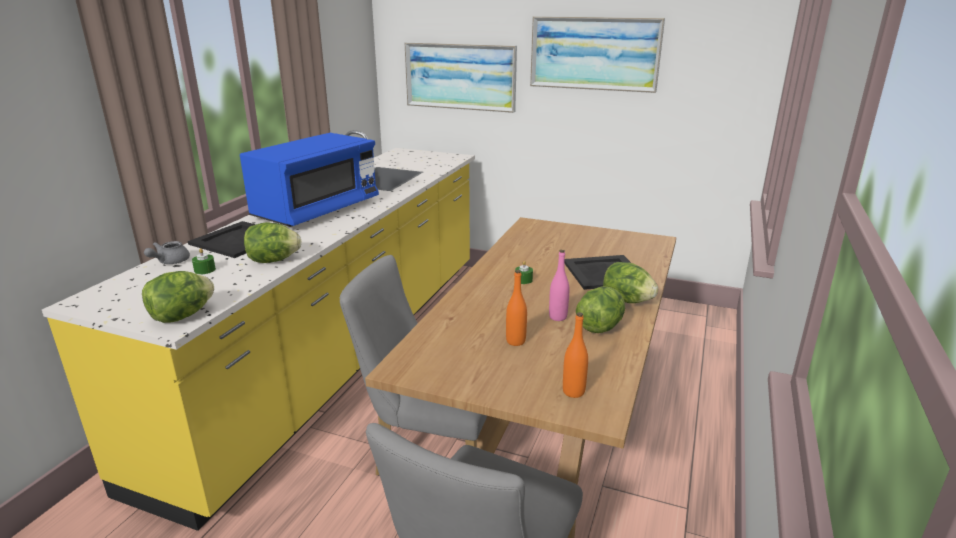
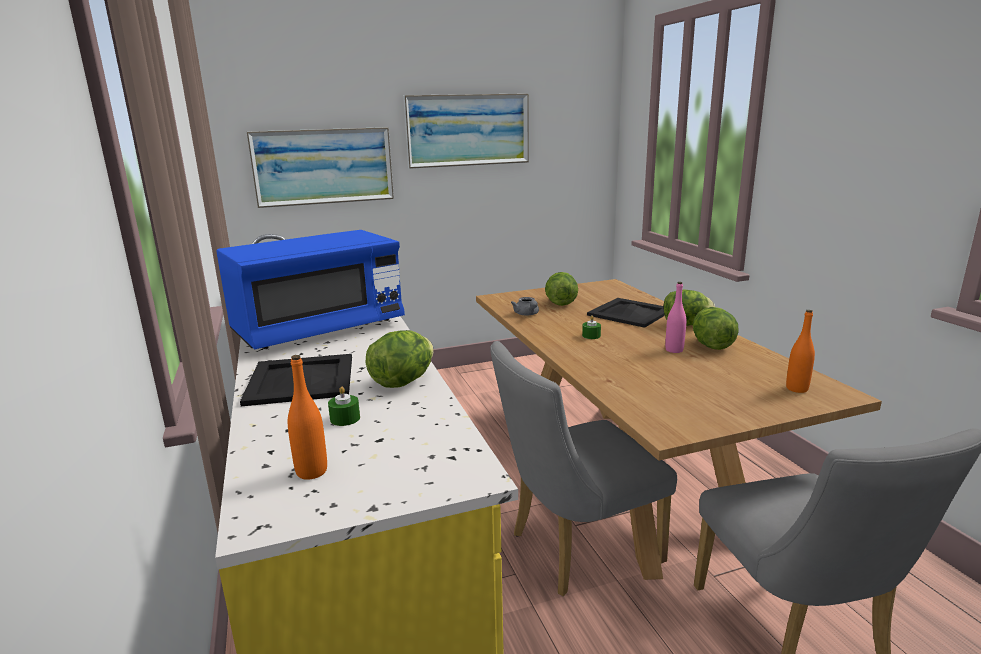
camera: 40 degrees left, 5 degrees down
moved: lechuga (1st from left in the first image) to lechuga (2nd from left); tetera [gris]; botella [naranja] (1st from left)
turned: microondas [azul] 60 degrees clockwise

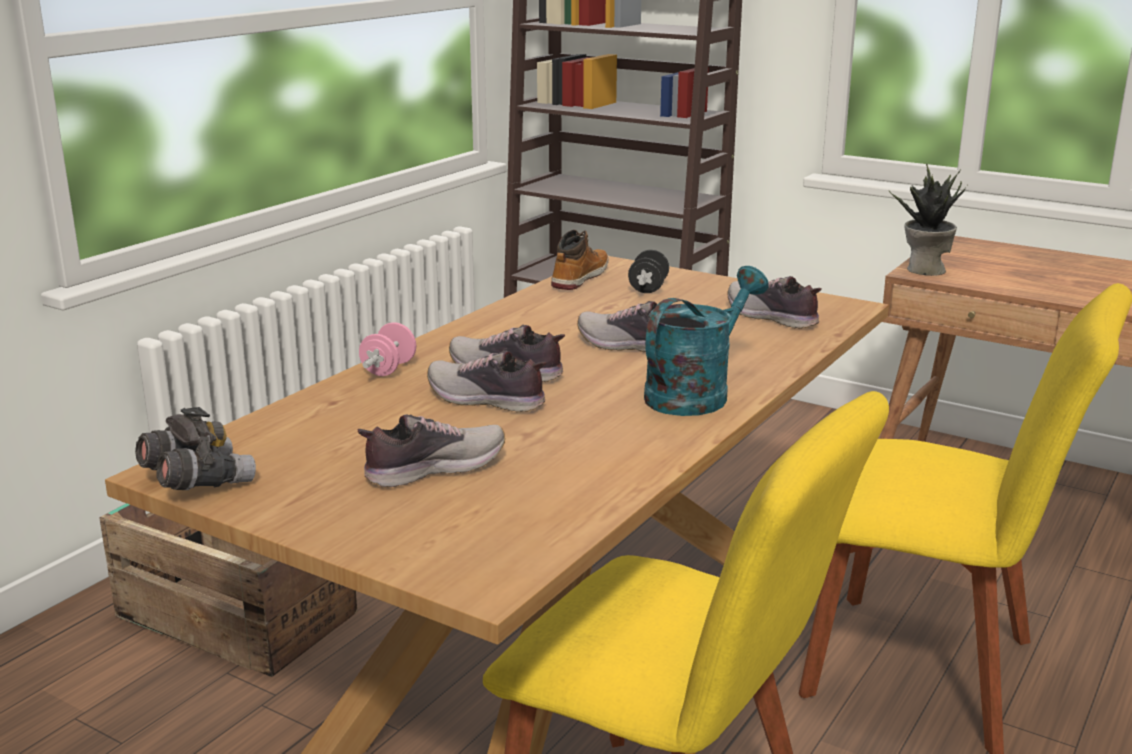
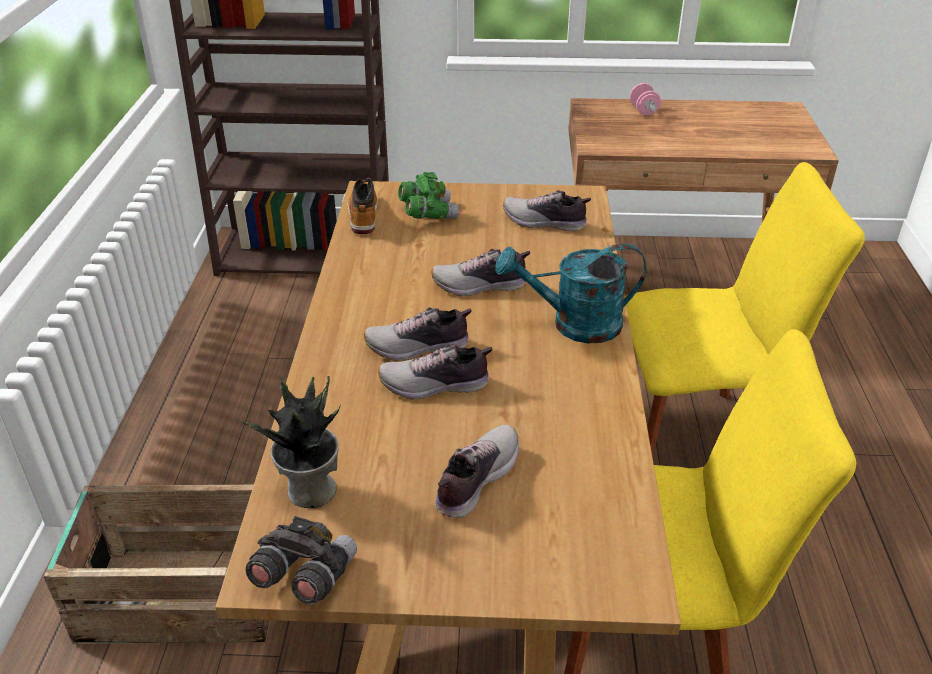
camera: 30 degrees left, 15 degrees up
moved: mancuerna [rosa]; planta en maceta
replaced: mancuerna [negro] to prismáticos [verde]
turned: regadera [turquesa] 105 degrees counterclockwise

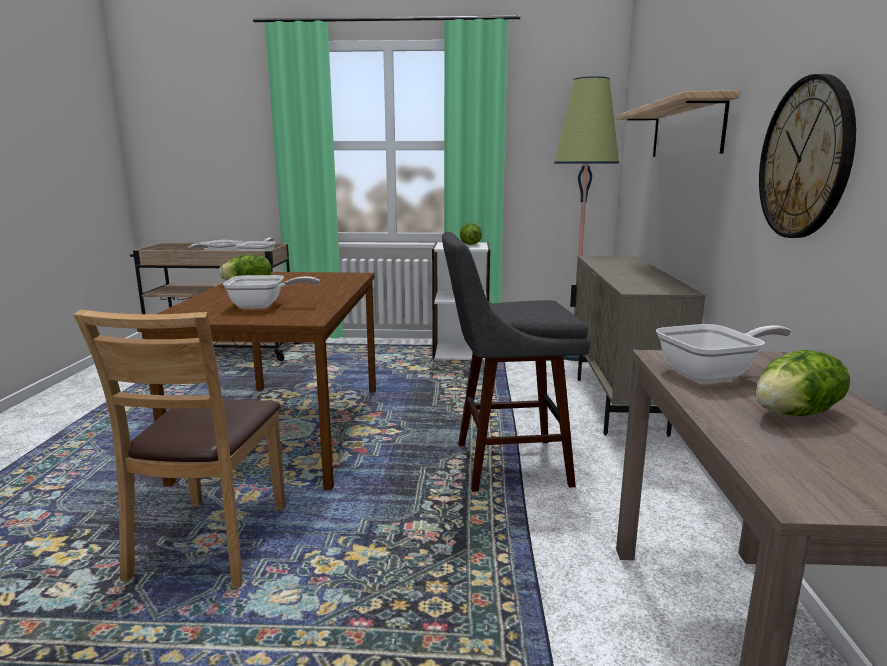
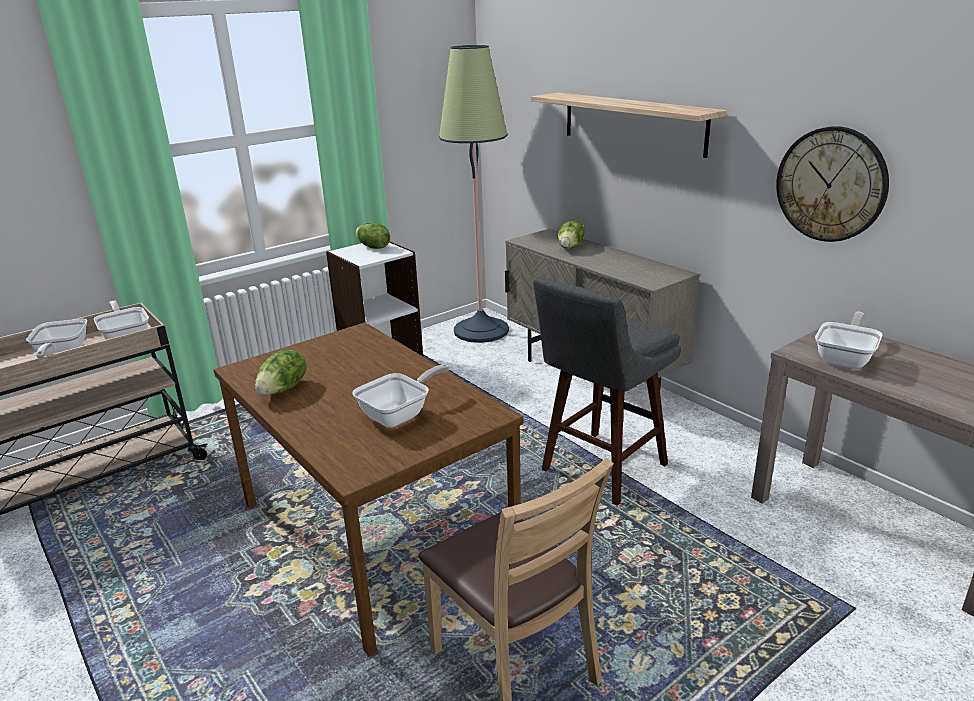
camera: 40 degrees left, 10 degrees up
moved: lechuga (3rd from left)

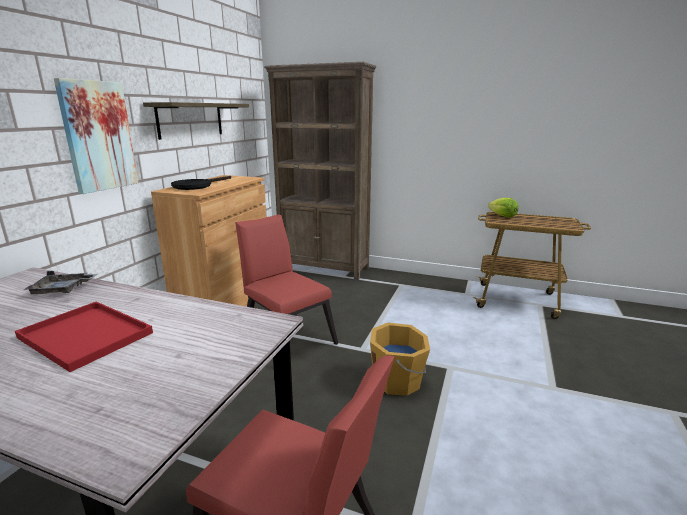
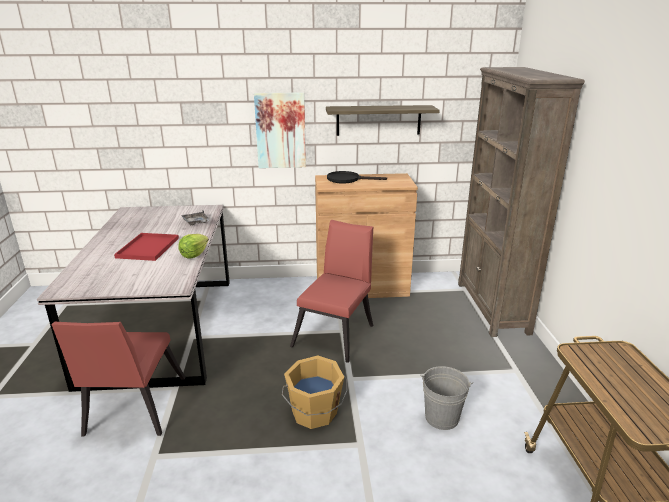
camera: 65 degrees right, 5 degrees up
added: cubo [gris]
moved: lechuga

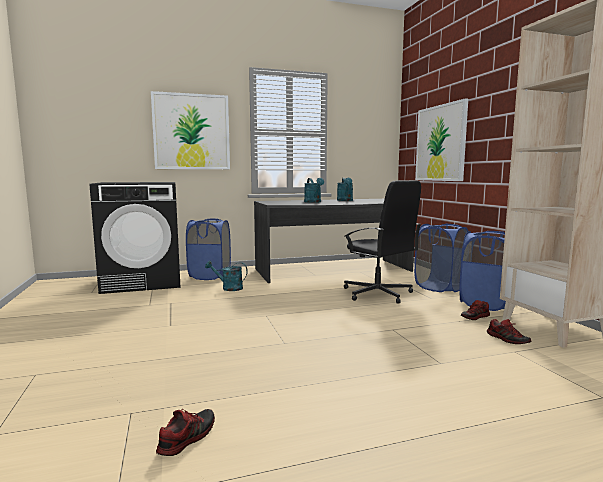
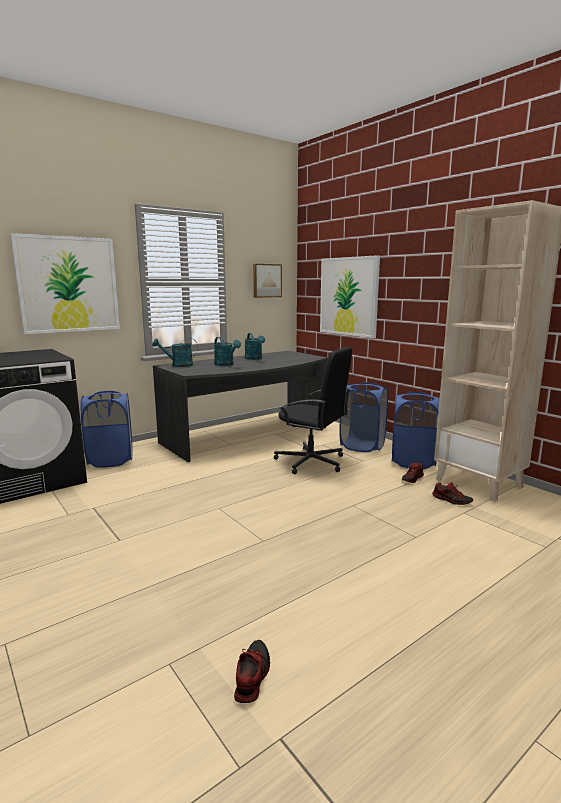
camera: 20 degrees left, 5 degrees up
added: cuadro (2nd from left)
moved: regadera [turquesa] (1st from left)

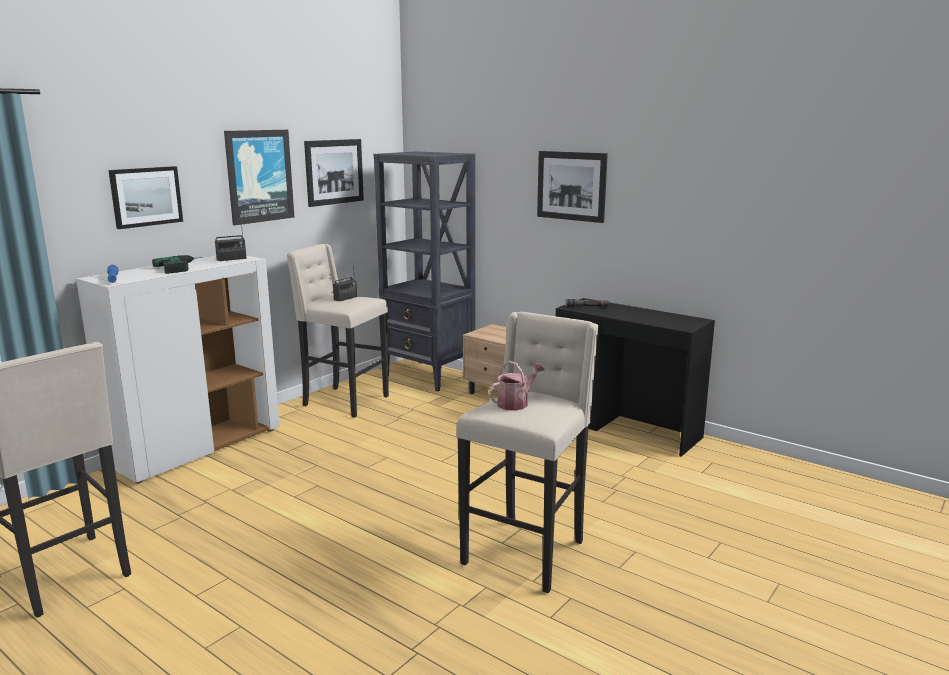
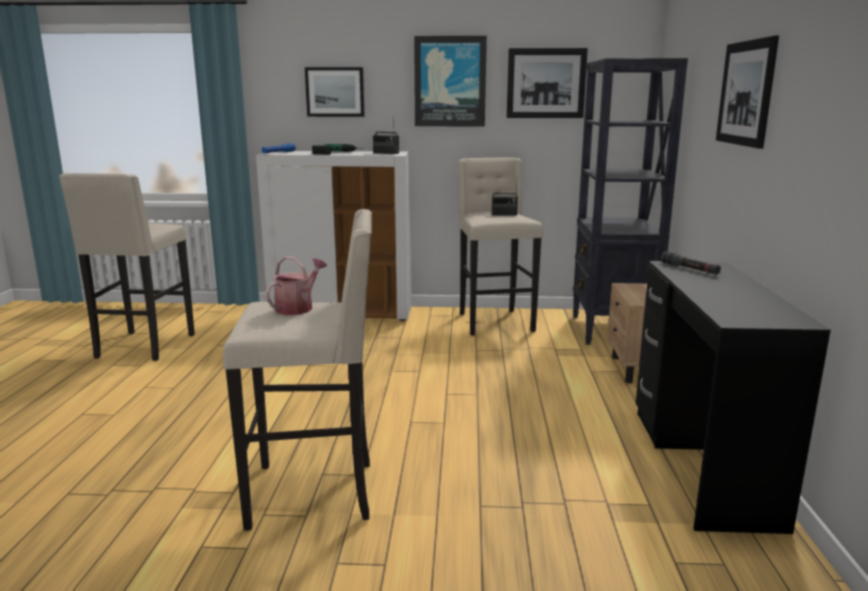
camera: 55 degrees right, 0 degrees up
turned: regadera 75 degrees counterclockwise

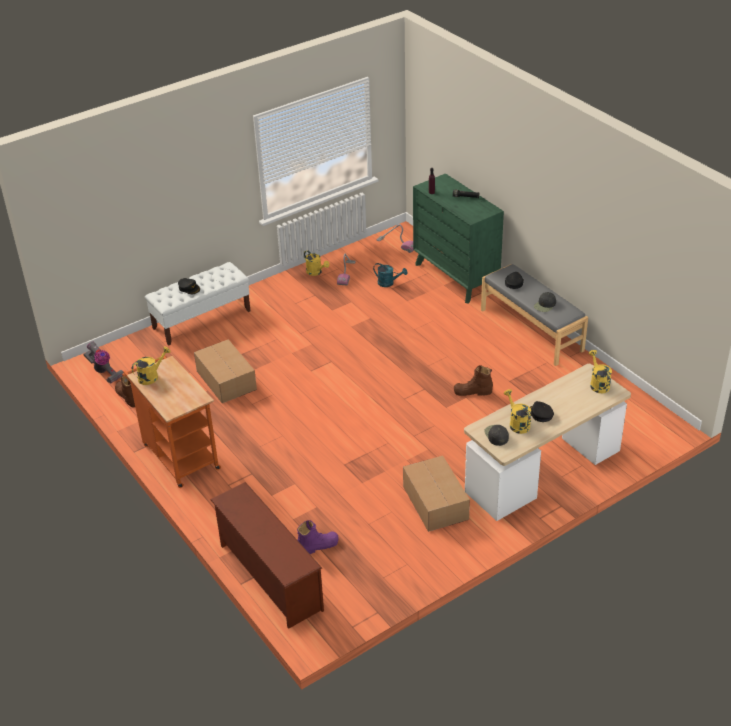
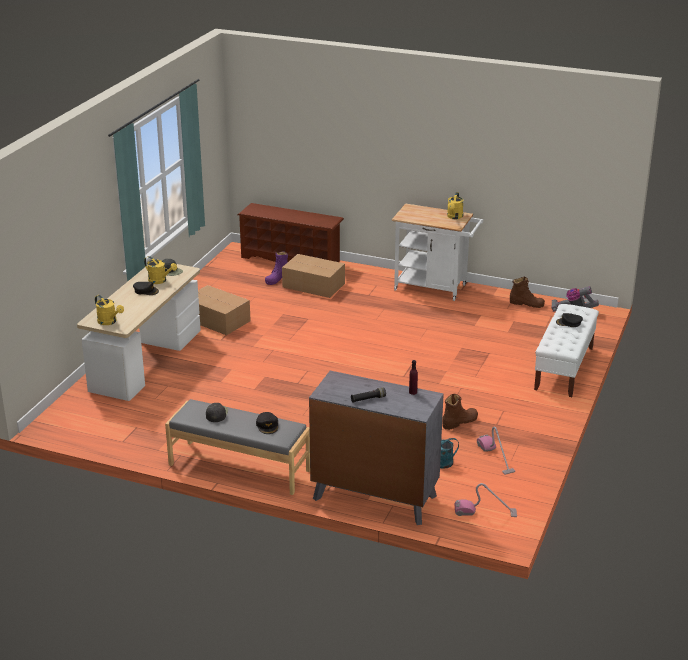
camera: 145 degrees right, 10 degrees down
removed: regadera [amarillo] (2nd from left)
moved: caja de cartón (1st from left in the first image) to caja de cartón (2nd from left); bota [marrón] (2nd from left in the first image) to bota [marrón] (1st from left)
recoloured: carrito [naranja] to carrito [blanco]; cómoda [verde] to cómoda [gris]

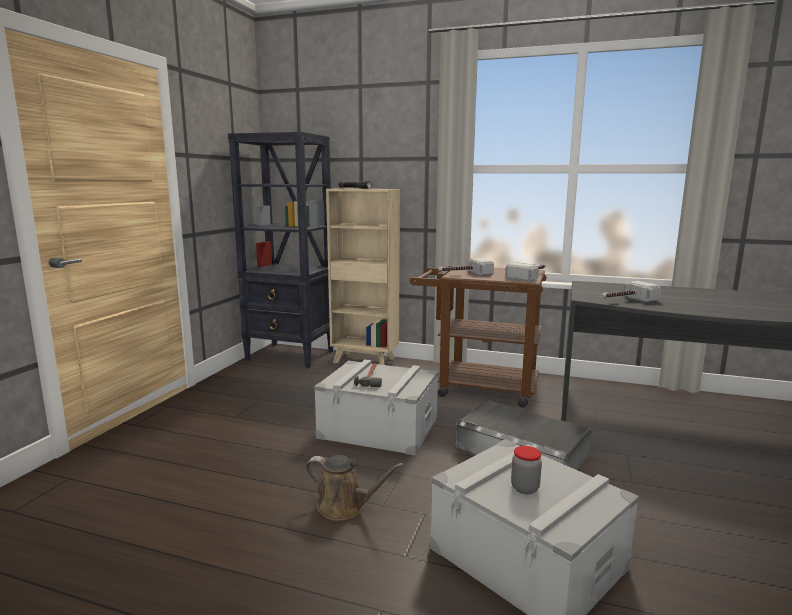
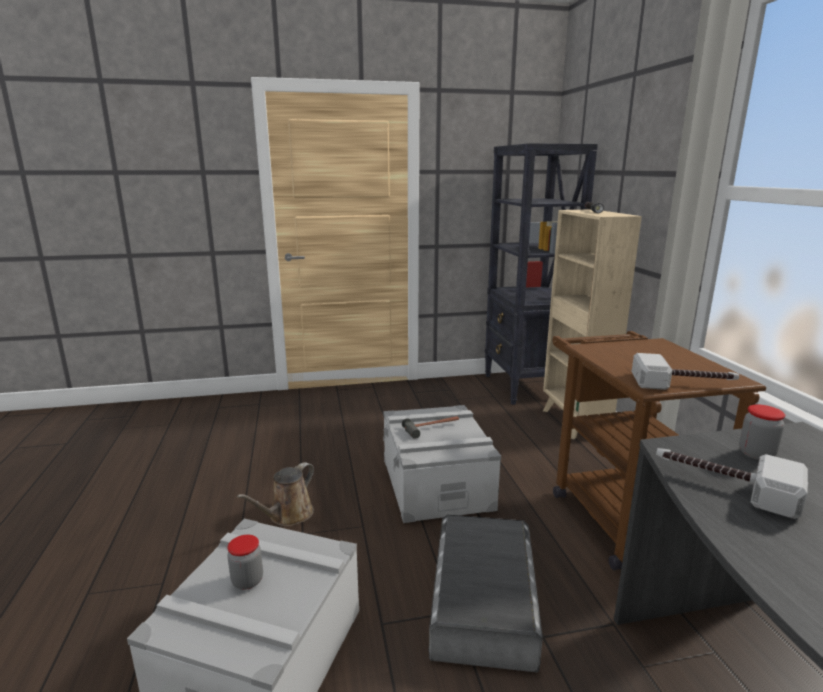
camera: 60 degrees right, 5 degrees up
removed: martillo (2nd from left)
added: tarro (2nd from left)
turned: regadera [marrón] 45 degrees clockwise

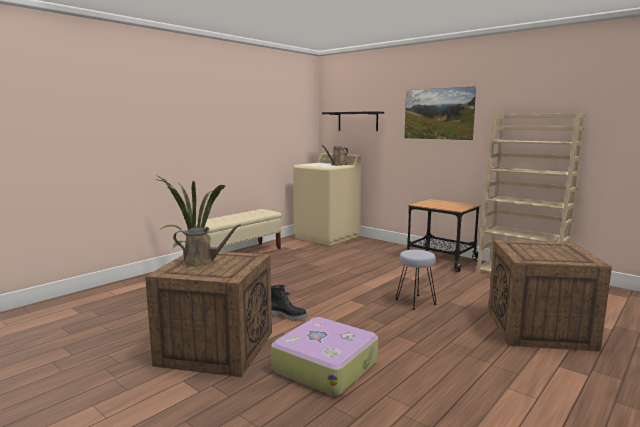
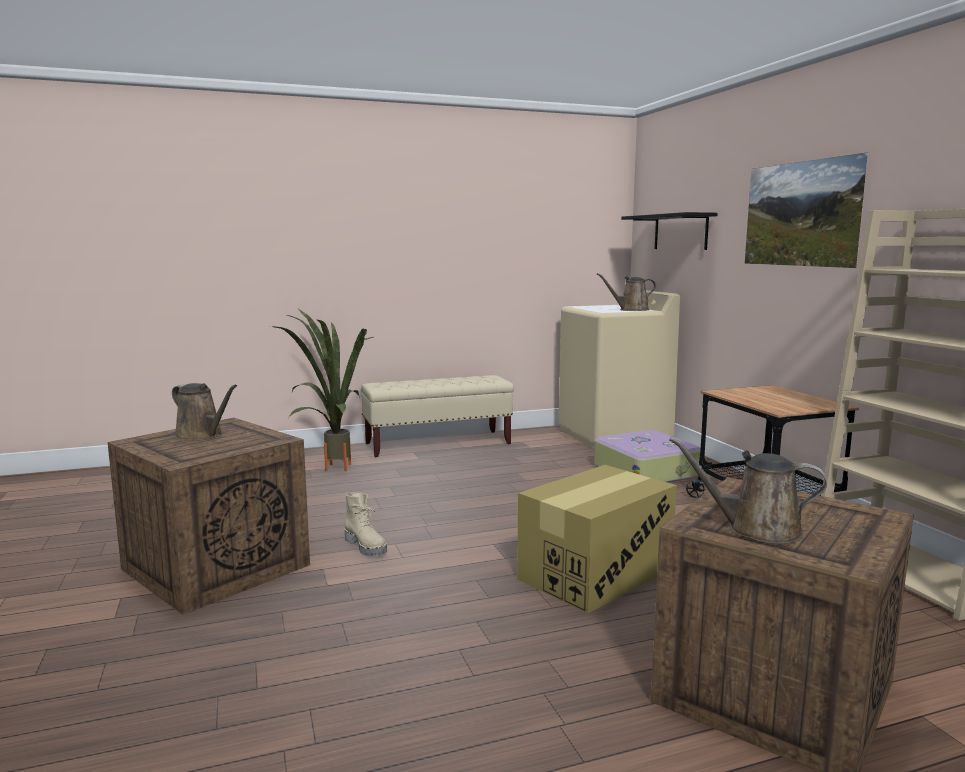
camera: 30 degrees right, 0 degrees up
added: regadera [marrón] (3rd from left)
moved: maleta
replaced: taburete [gris] to caja de cartón
recoloured: bota [negro] to bota [beis]

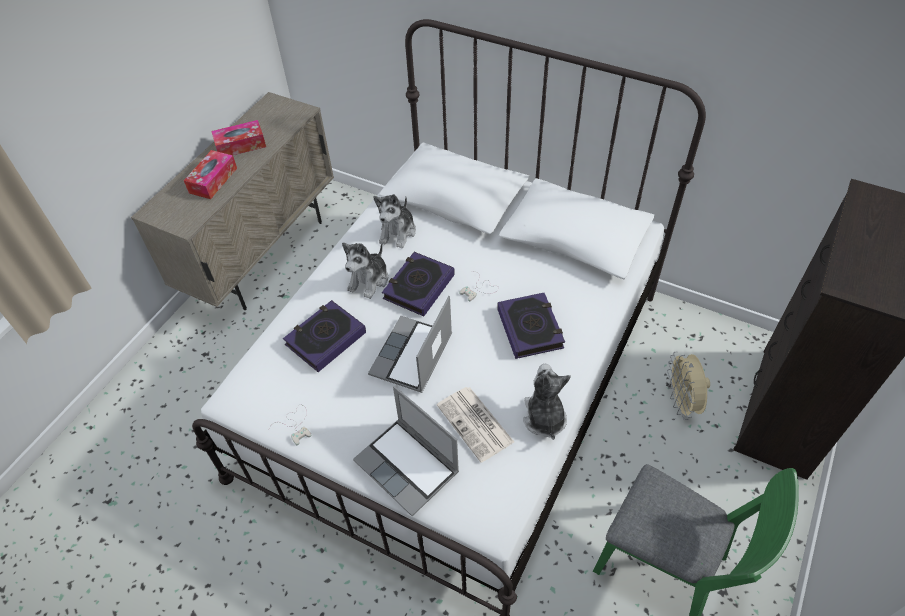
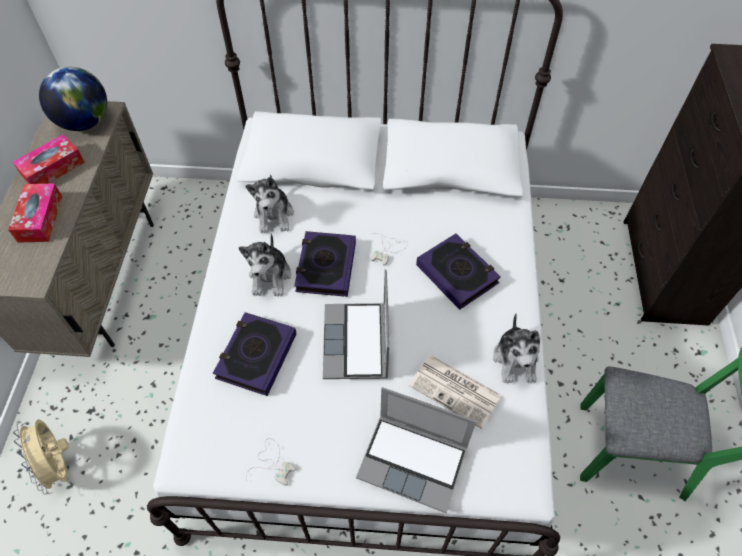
camera: 25 degrees left, 5 degrees up
added: globo terráqueo
moved: ventilador [beis]
turned: peluche (3rd from left) 150 degrees counterclockwise

